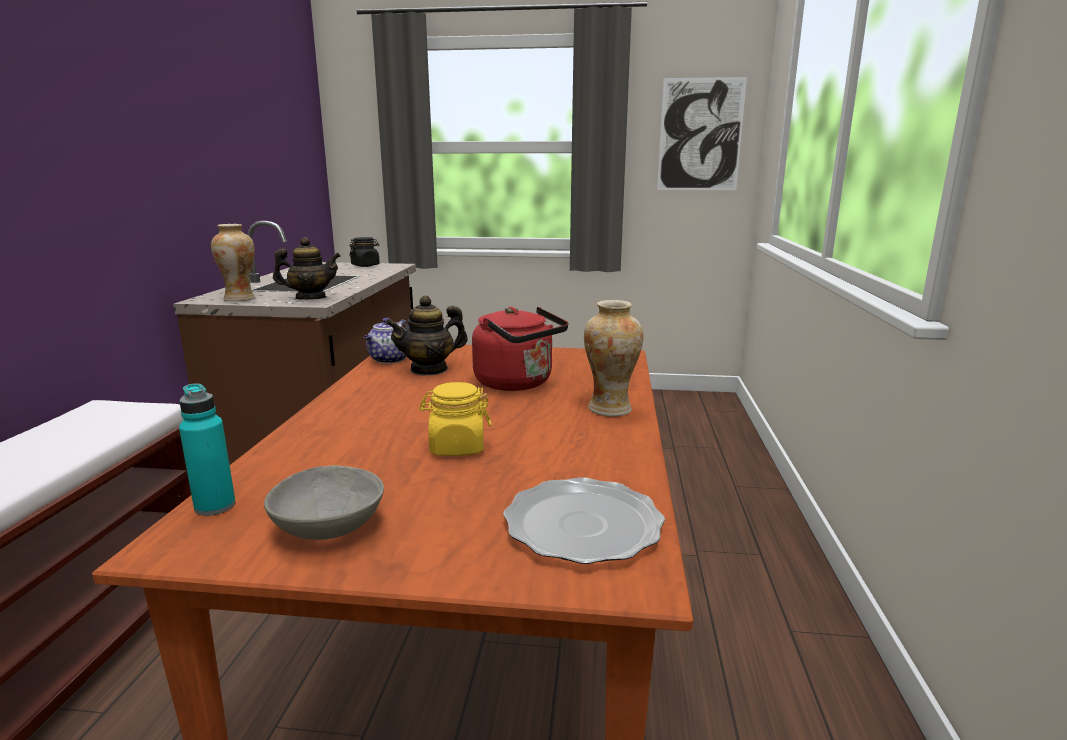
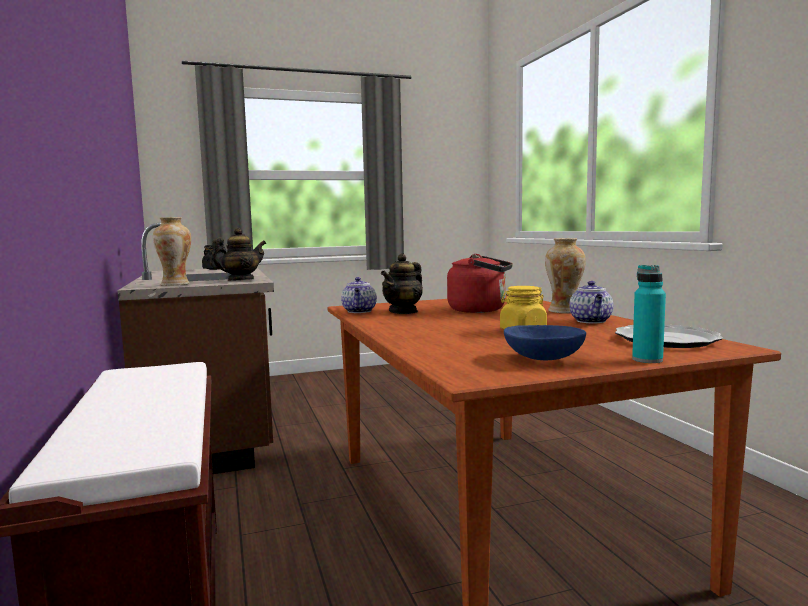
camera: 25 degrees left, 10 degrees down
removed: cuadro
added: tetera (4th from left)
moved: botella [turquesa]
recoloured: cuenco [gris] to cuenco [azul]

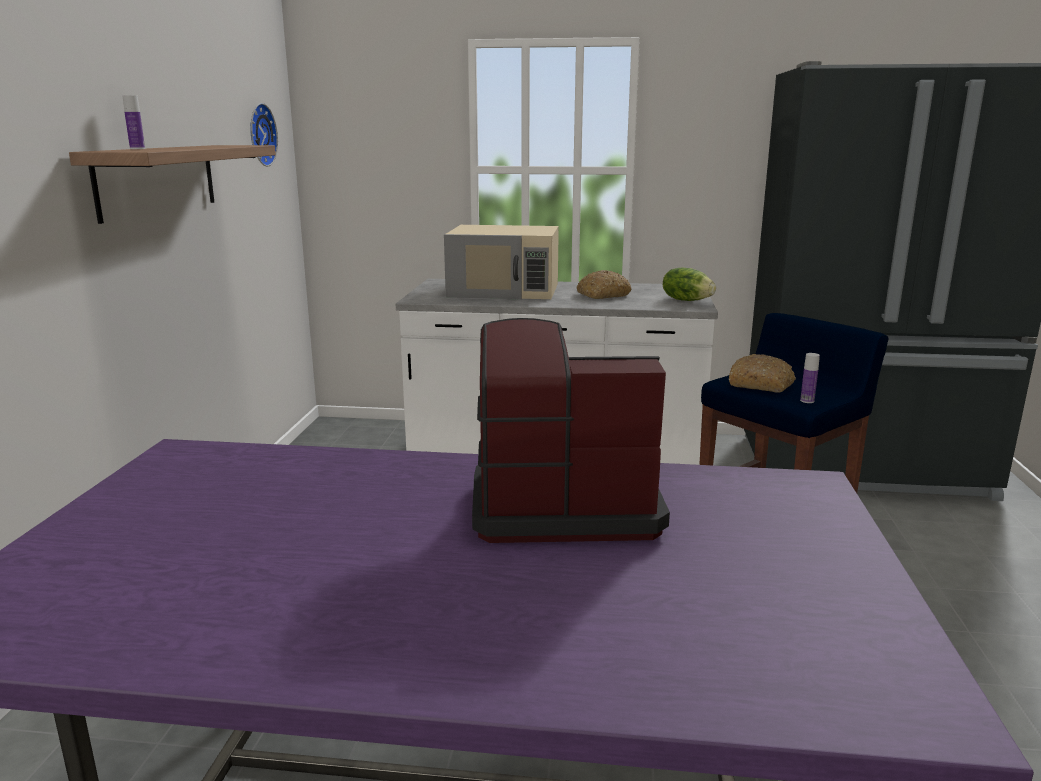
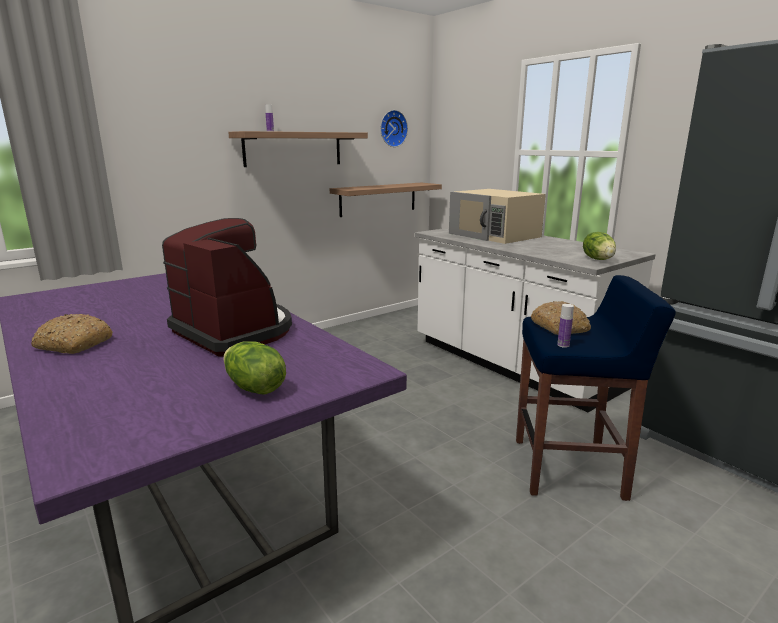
camera: 45 degrees right, 0 degrees up
added: lechuga (1st from left); estante (2nd from left)
moved: pan (1st from left)

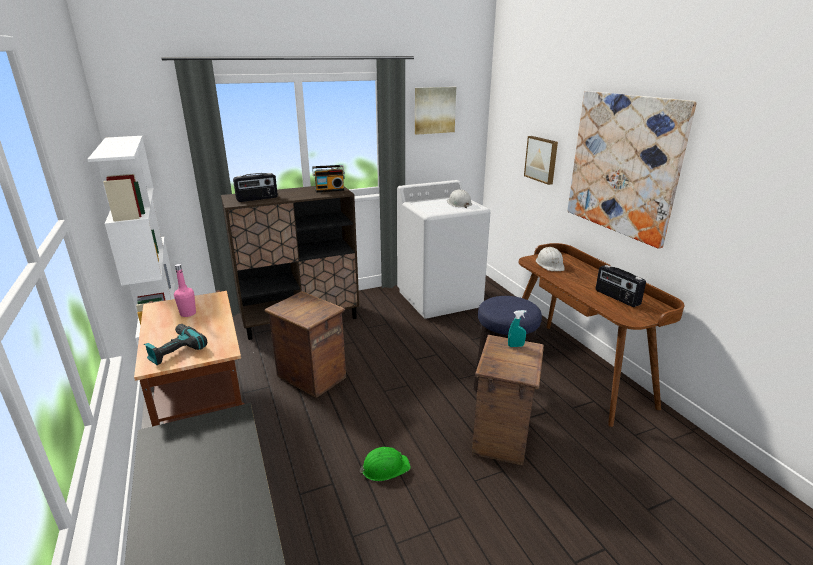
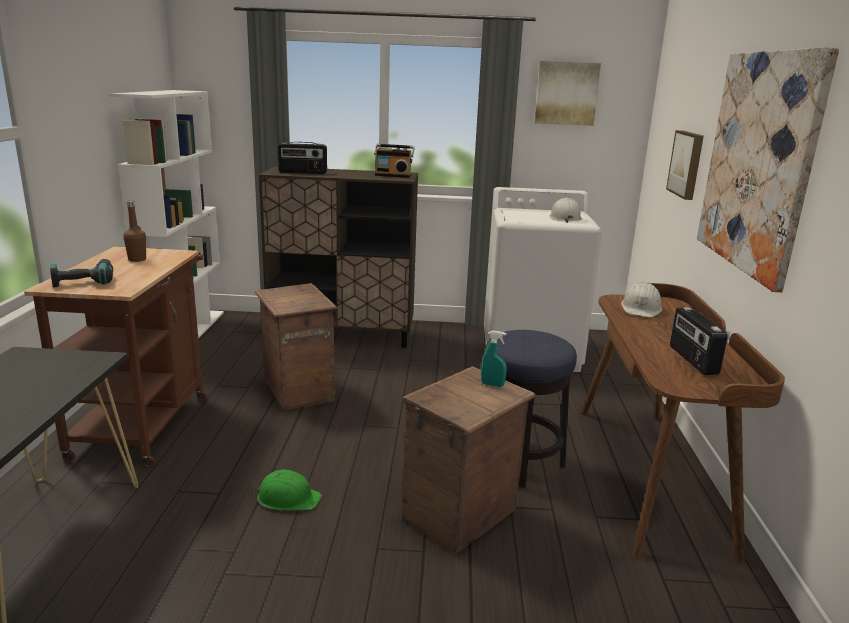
camera: 25 degrees right, 5 degrees down
recoloured: botella [rosa] to botella [marrón]

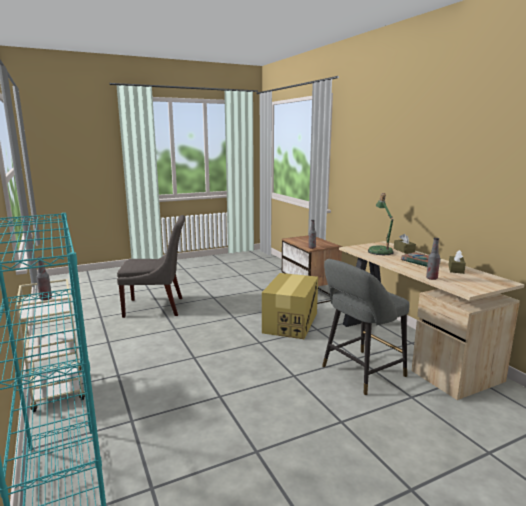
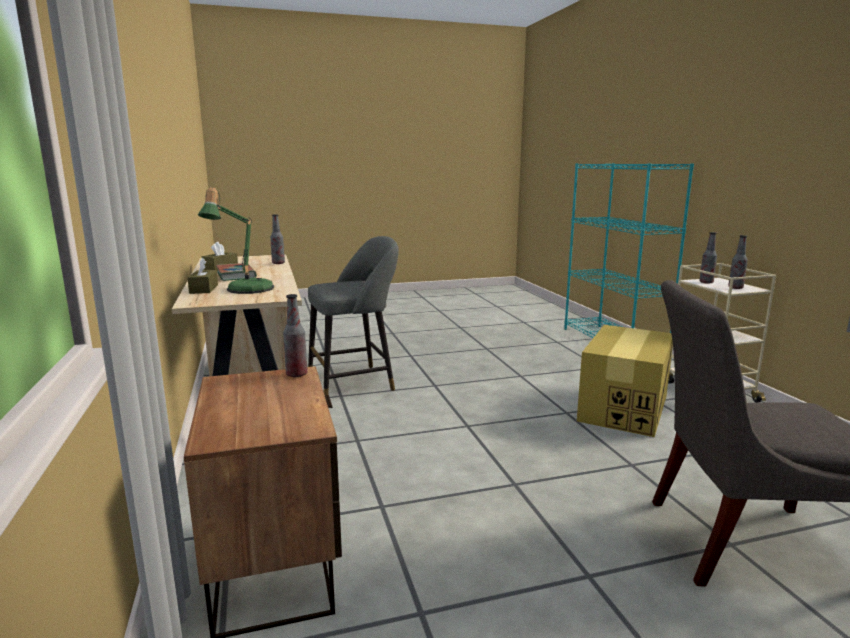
camera: 170 degrees left, 0 degrees up
added: botella (3rd from left)
moved: caja de cartón

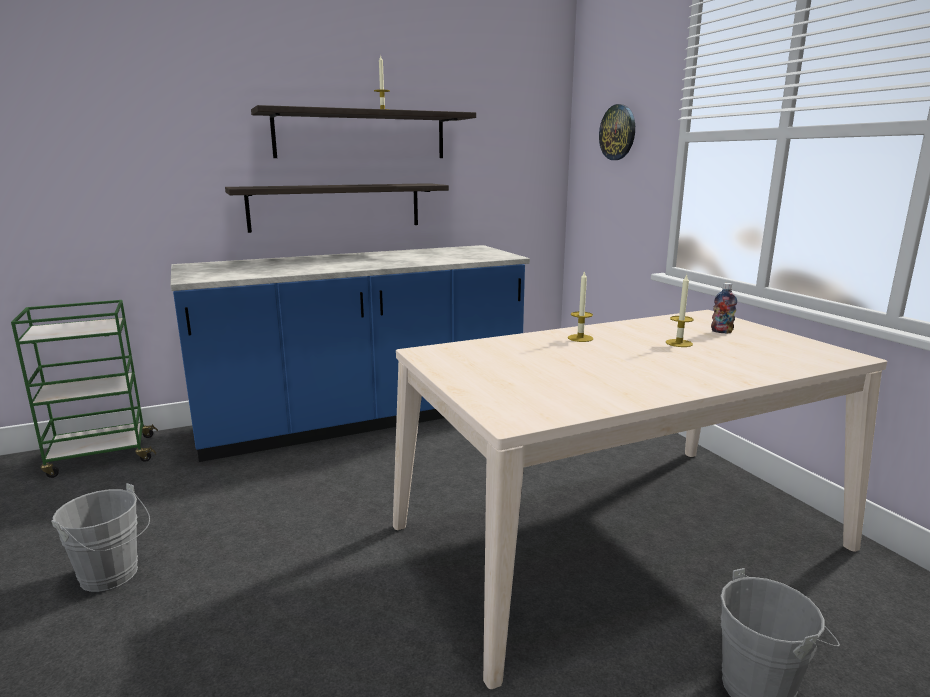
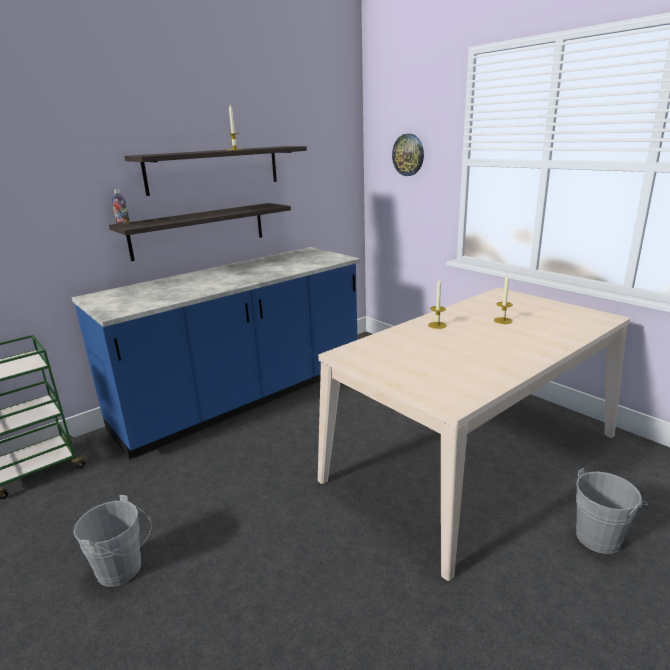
camera: 15 degrees left, 5 degrees up
moved: botella

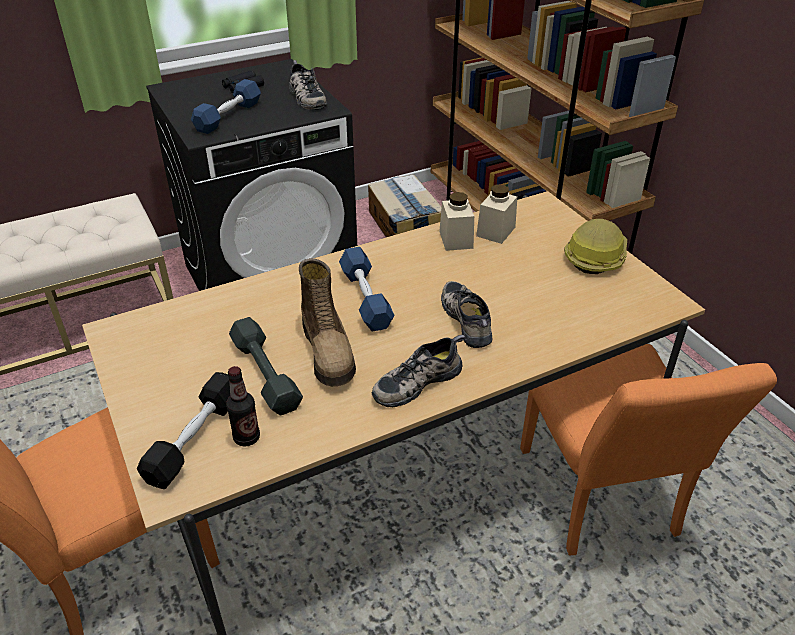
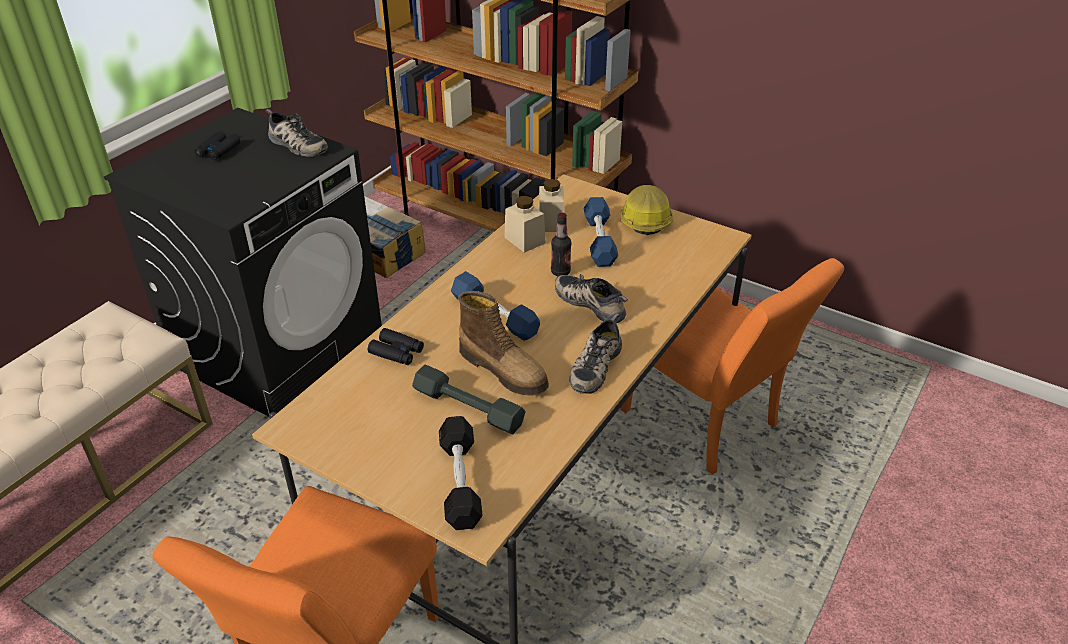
camera: 30 degrees left, 0 degrees up
added: prismáticos [negro] (2nd from left)
moved: mancuerna [azul] (1st from left in the first image) to mancuerna [azul] (2nd from left); botella

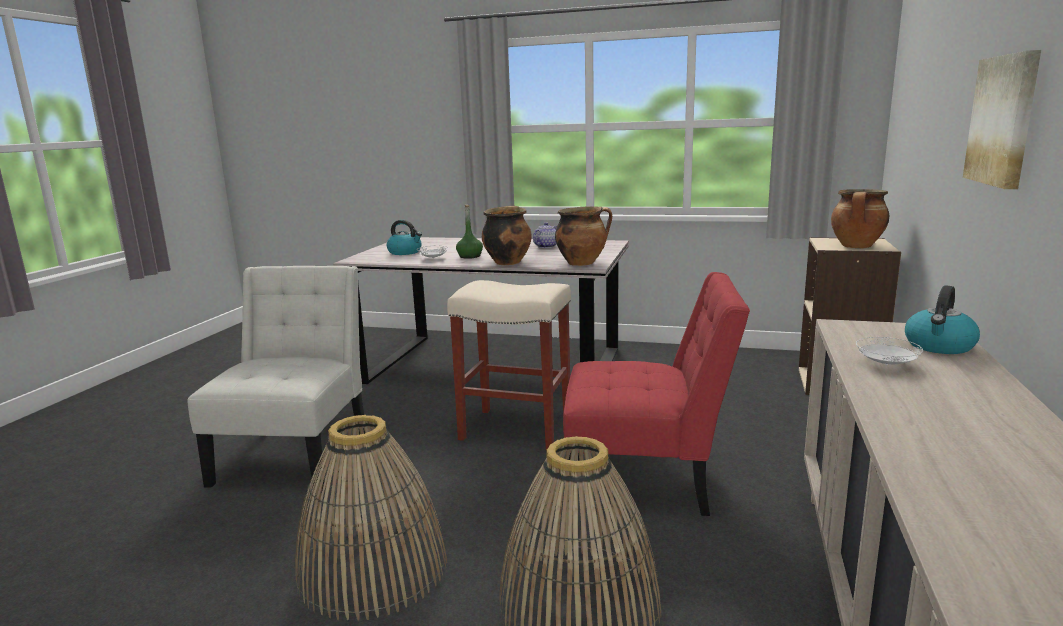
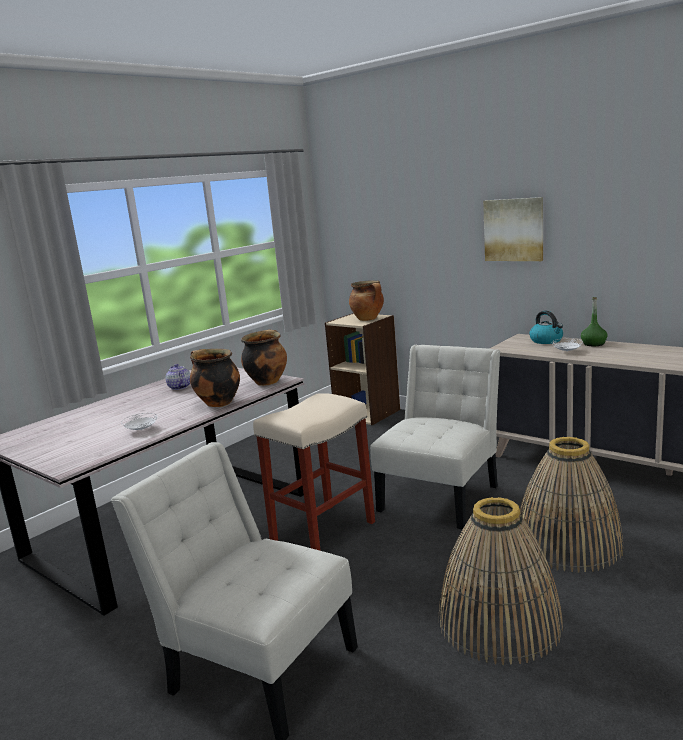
camera: 65 degrees left, 0 degrees up
removed: hervidor (1st from left)
moved: botella [verde]
recoloured: silla [rojo] to silla [blanco] (2nd from left)

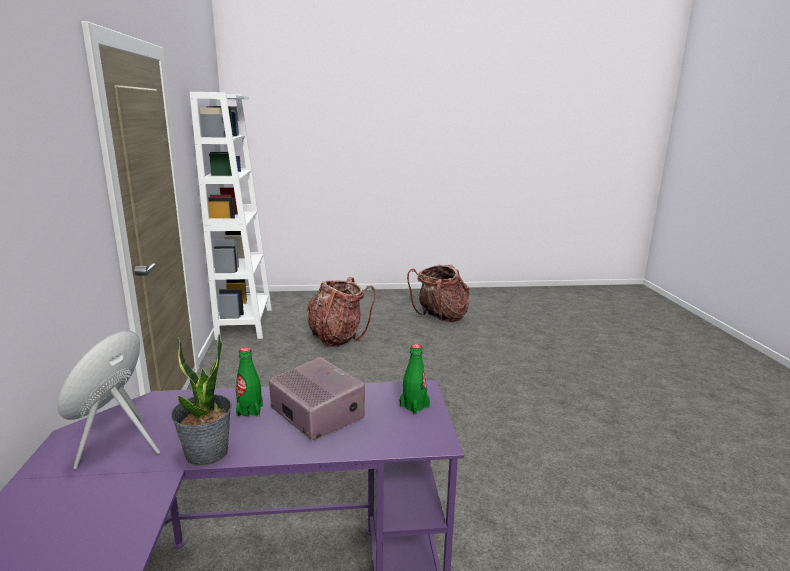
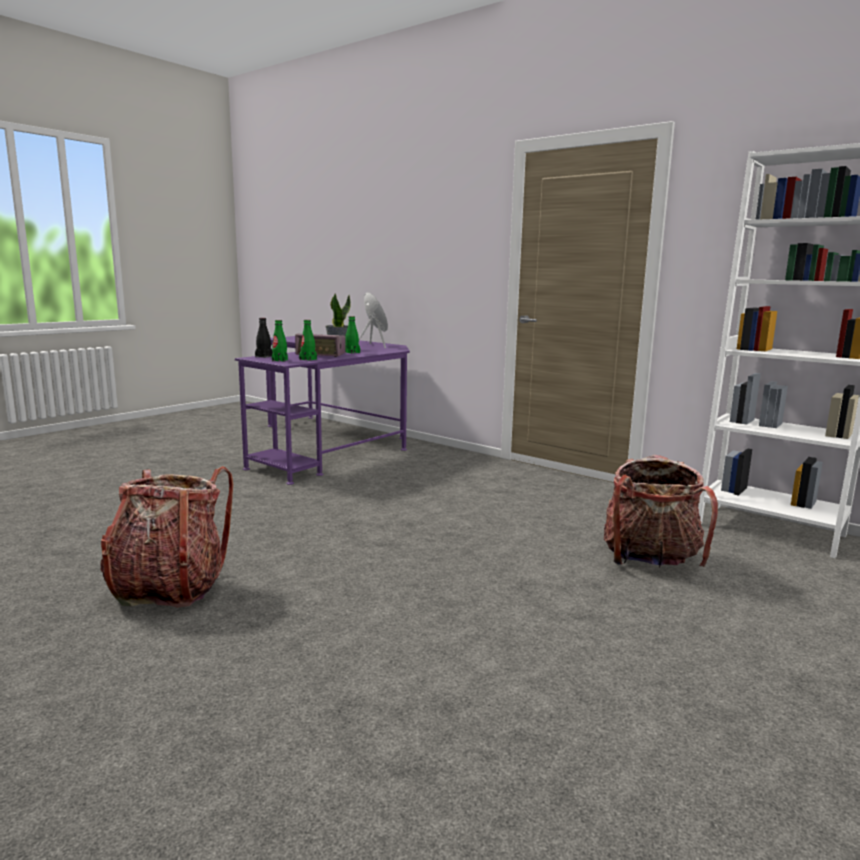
camera: 135 degrees right, 5 degrees down
added: botella [negro]; botella [verde] (2nd from left)
moved: mochila (2nd from left in the first image) to mochila (1st from left)

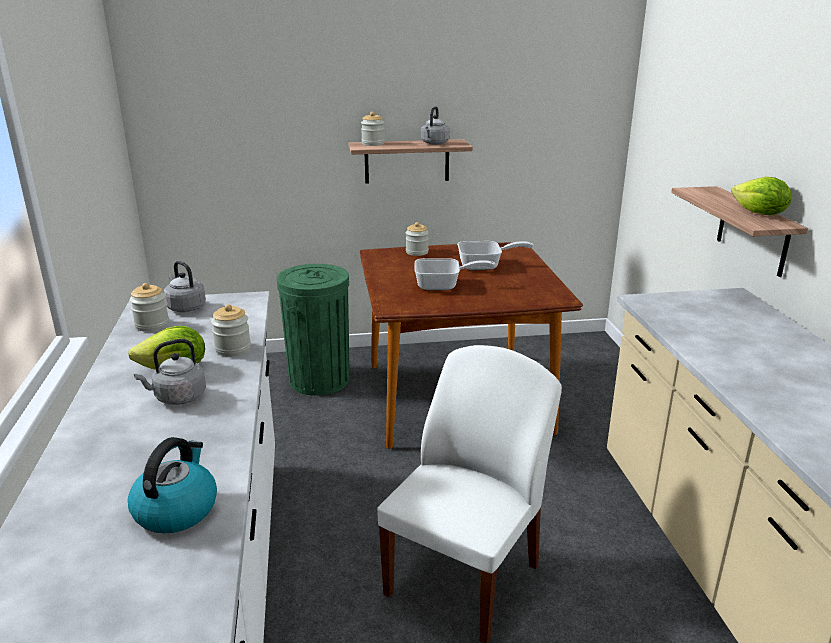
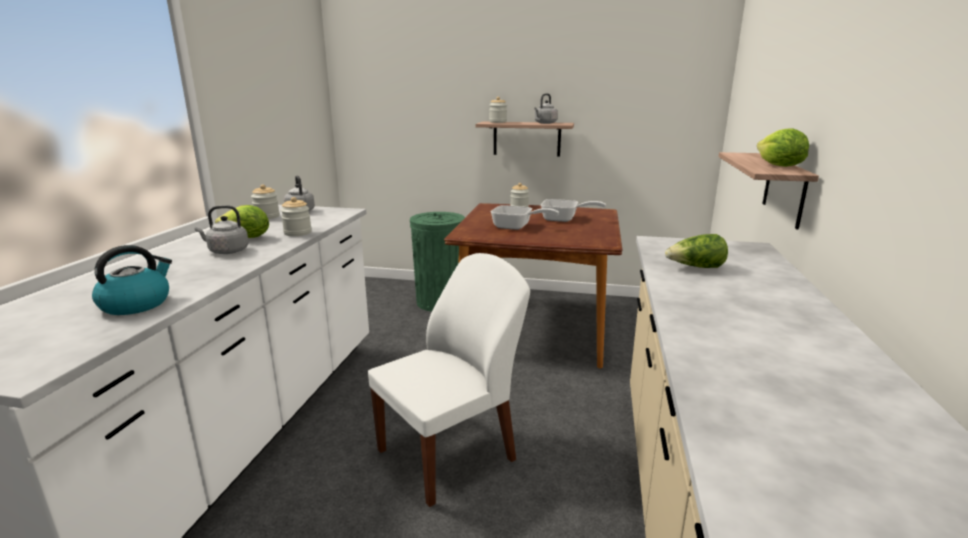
camera: 20 degrees right, 5 degrees down
added: lechuga (2nd from left)

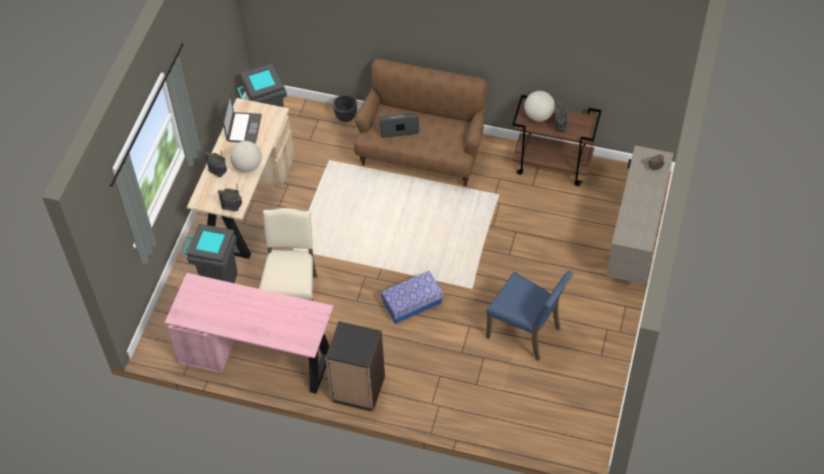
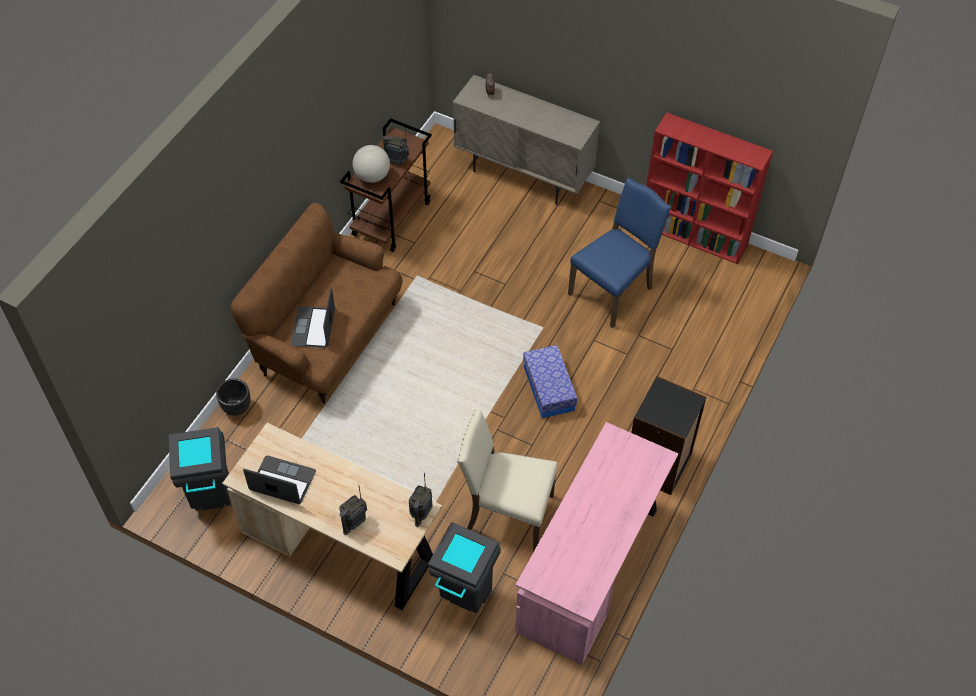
camera: 80 degrees left, 0 degrees up
removed: globo terráqueo (1st from left)
added: estantería [rojo]

